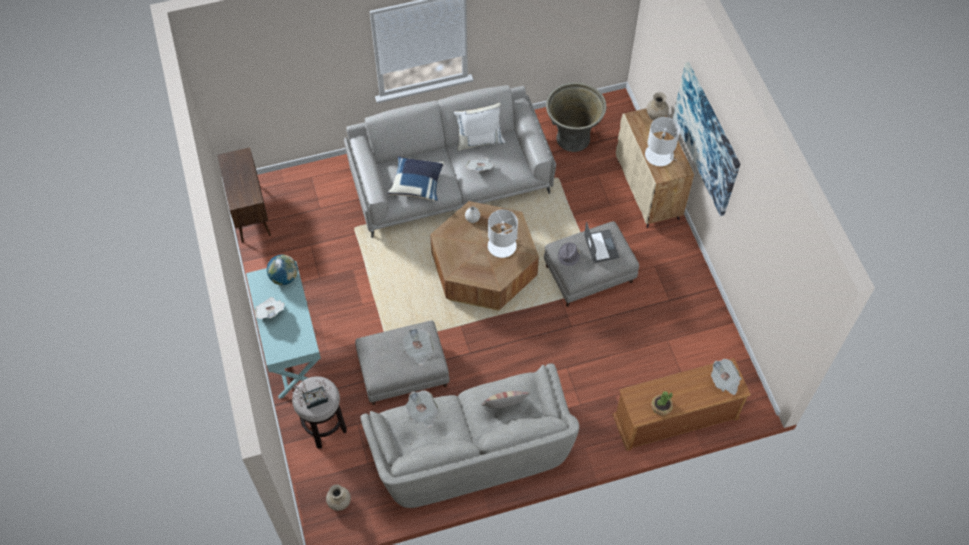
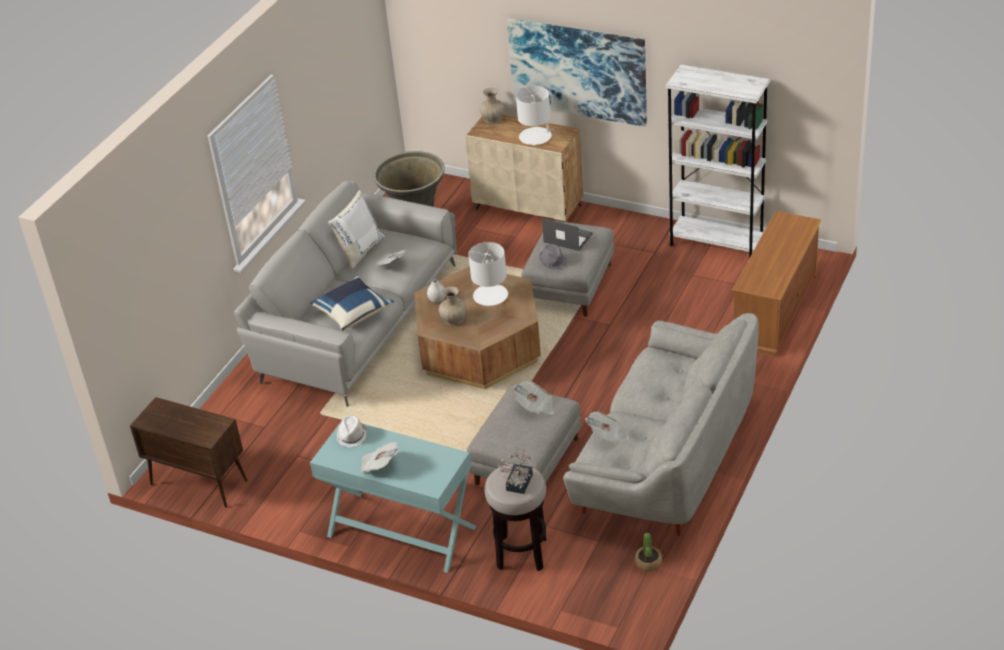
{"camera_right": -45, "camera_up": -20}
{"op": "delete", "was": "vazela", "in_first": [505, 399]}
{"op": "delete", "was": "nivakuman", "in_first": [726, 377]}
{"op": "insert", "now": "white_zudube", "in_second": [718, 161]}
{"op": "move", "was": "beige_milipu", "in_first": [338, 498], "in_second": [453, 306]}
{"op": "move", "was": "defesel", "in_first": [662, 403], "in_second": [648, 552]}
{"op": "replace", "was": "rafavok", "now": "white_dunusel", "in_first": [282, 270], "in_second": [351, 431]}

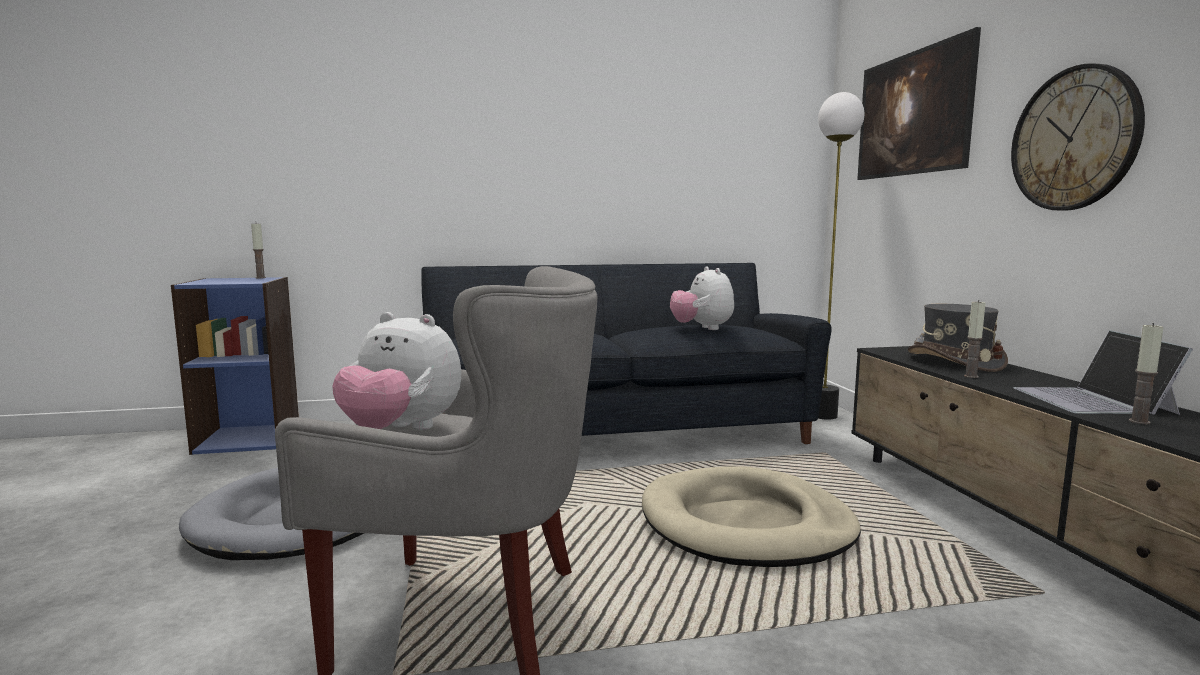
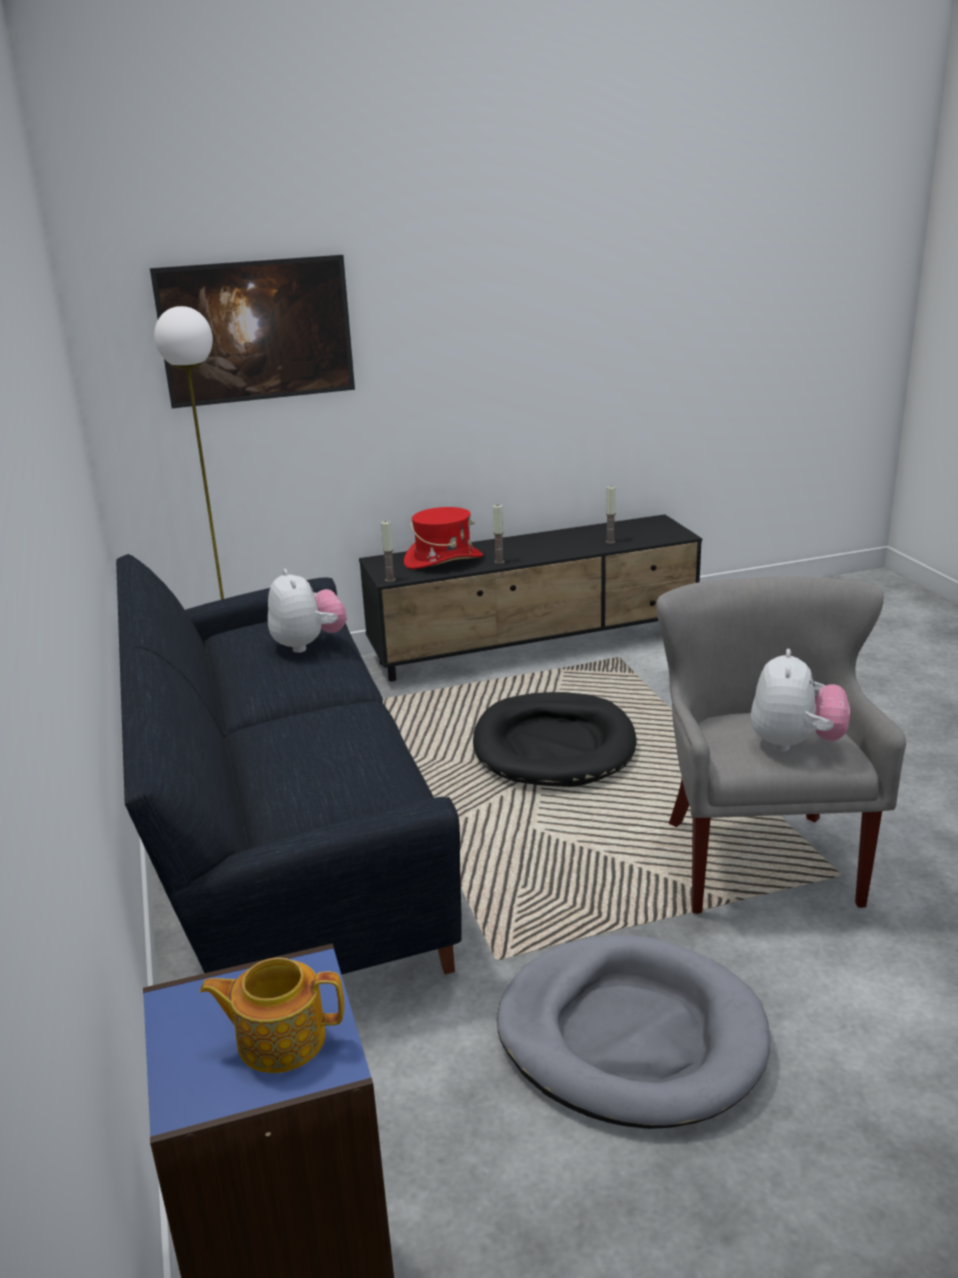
{"camera_right": -95, "camera_up": 15}
{"op": "delete", "was": "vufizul", "in_first": [1078, 137]}
{"op": "delete", "was": "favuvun", "in_first": [1103, 372]}
{"op": "insert", "now": "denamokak", "in_second": [271, 1015]}
{"op": "move", "was": "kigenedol", "in_first": [258, 251], "in_second": [388, 551]}
{"op": "recolor", "was": "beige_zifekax", "now": "black_zifekax", "in_first": [751, 517], "in_second": [555, 739]}
{"op": "recolor", "was": "grey_dunusel", "now": "red_dunusel", "in_first": [958, 338], "in_second": [443, 538]}
{"op": "rotate", "was": "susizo", "in_first": [702, 298], "in_second": [307, 611], "clockwise": -90}

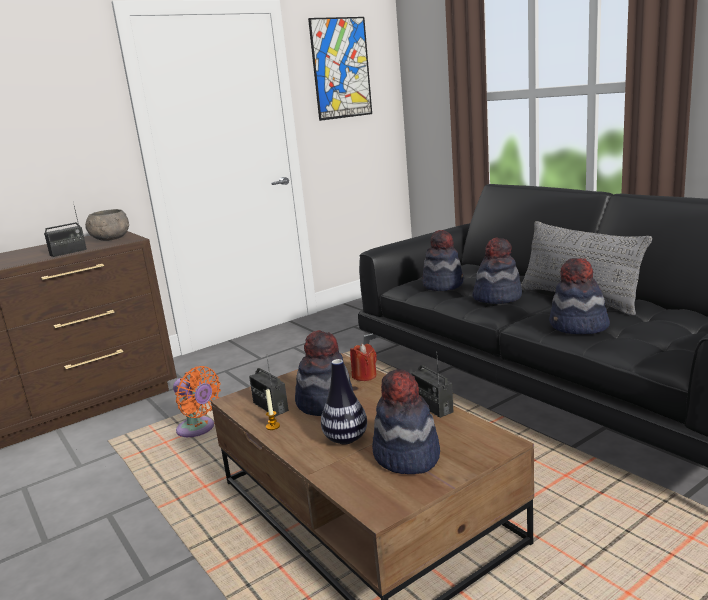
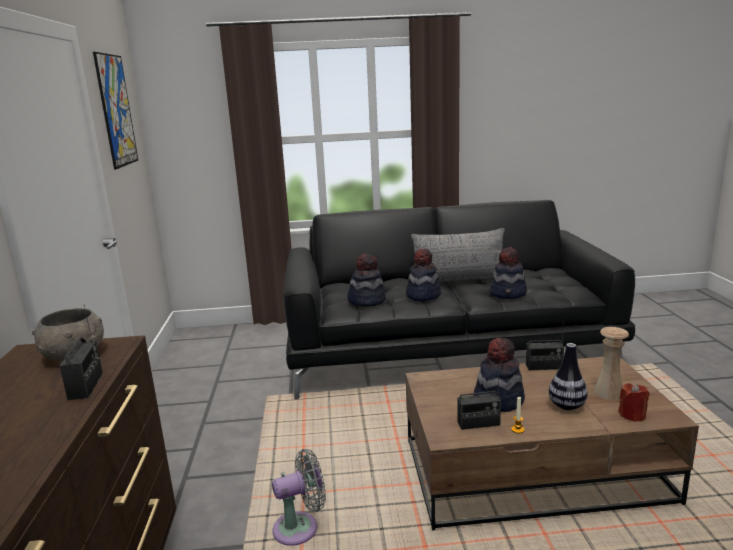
{"camera_right": -60, "camera_up": 0}
{"op": "move", "was": "red_kigenedol", "in_first": [363, 362], "in_second": [634, 402]}
{"op": "replace", "was": "dunusel", "now": "beige_milipu", "in_first": [406, 421], "in_second": [611, 363]}
{"op": "recolor", "was": "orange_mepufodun", "now": "grey_mepufodun", "in_first": [197, 401], "in_second": [299, 497]}

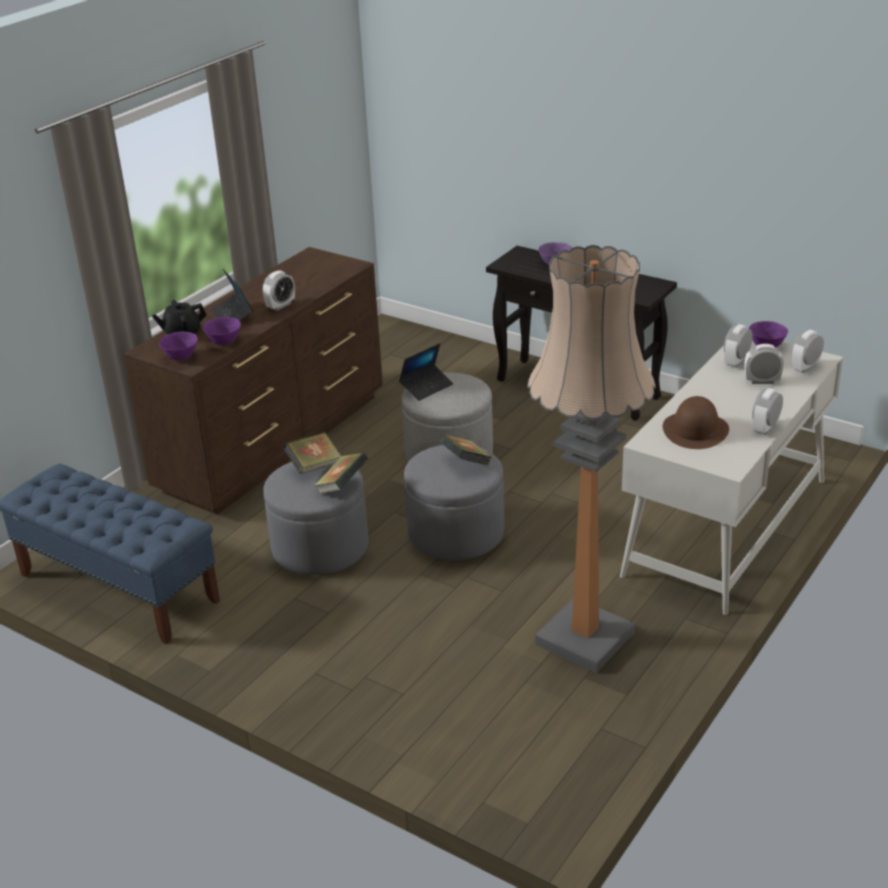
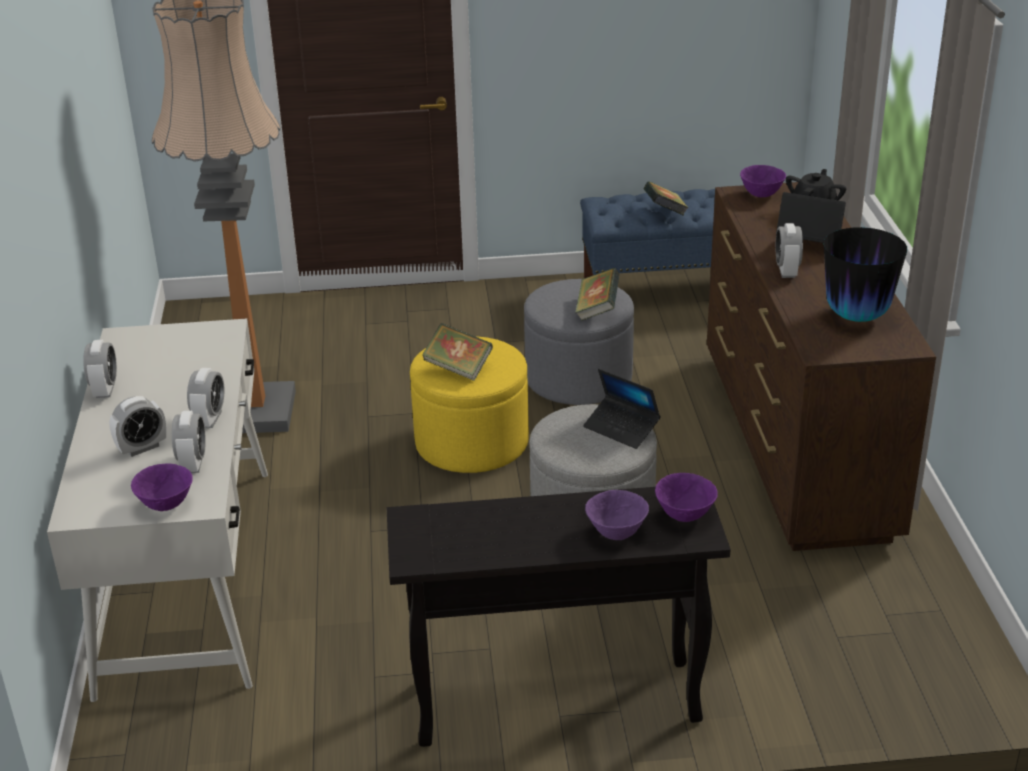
{"camera_right": 140, "camera_up": 0}
{"op": "delete", "was": "brown_dunusel", "in_first": [696, 422]}
{"op": "insert", "now": "milipu", "in_second": [865, 274]}
{"op": "move", "was": "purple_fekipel", "in_first": [222, 331], "in_second": [686, 497]}
{"op": "move", "was": "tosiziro", "in_first": [341, 473], "in_second": [666, 198]}
{"op": "move", "was": "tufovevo", "in_first": [807, 351], "in_second": [205, 398]}
{"op": "recolor", "was": "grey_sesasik", "now": "yellow_sesasik", "in_first": [454, 502], "in_second": [469, 404]}
{"op": "rotate", "was": "favuvun", "in_first": [426, 372], "in_second": [622, 409], "clockwise": -60}

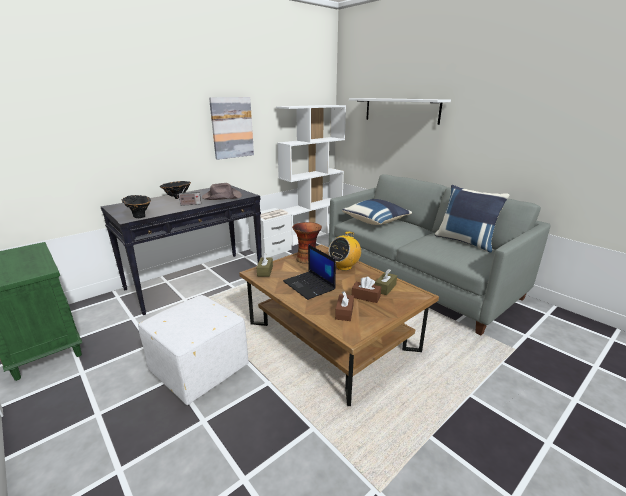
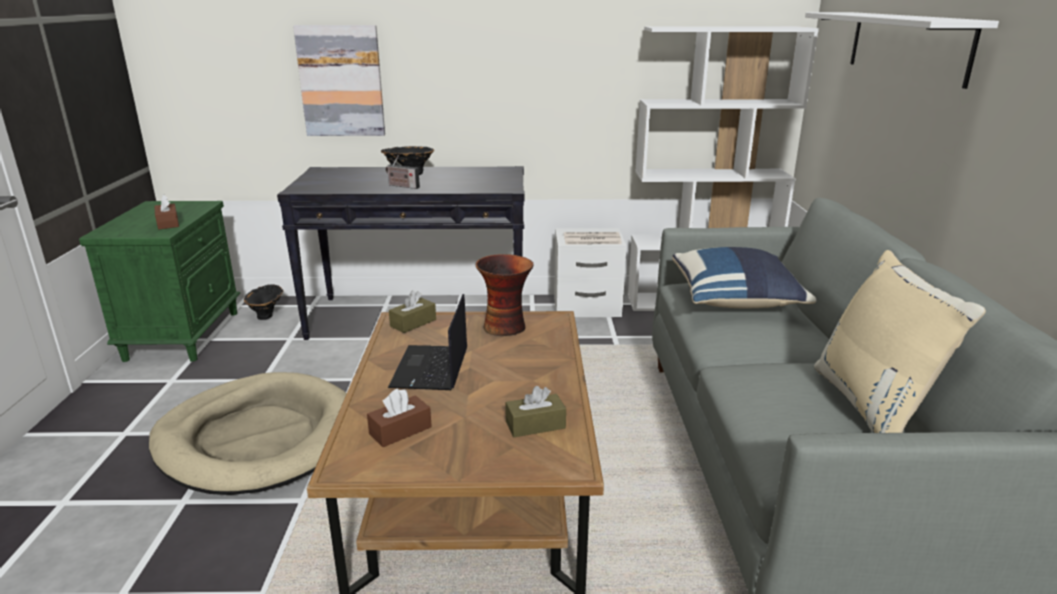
{"camera_right": 40, "camera_up": 0}
{"op": "delete", "was": "brown_dunusel", "in_first": [222, 191]}
{"op": "delete", "was": "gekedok", "in_first": [345, 251]}
{"op": "move", "was": "black_milipu", "in_first": [136, 206], "in_second": [264, 302]}
{"op": "move", "was": "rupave", "in_first": [231, 128], "in_second": [339, 80]}
{"op": "move", "was": "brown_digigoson", "in_first": [366, 290], "in_second": [166, 211]}
{"op": "replace", "was": "white_sesasik", "now": "beige_zifekax", "in_first": [193, 350], "in_second": [248, 433]}
{"op": "recolor", "was": "blue_vazela", "now": "beige_vazela", "in_first": [472, 219], "in_second": [900, 341]}

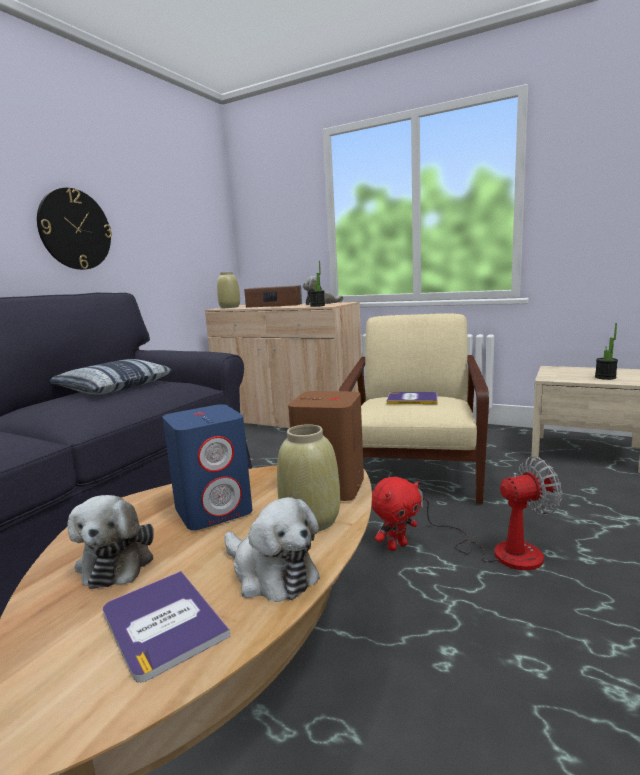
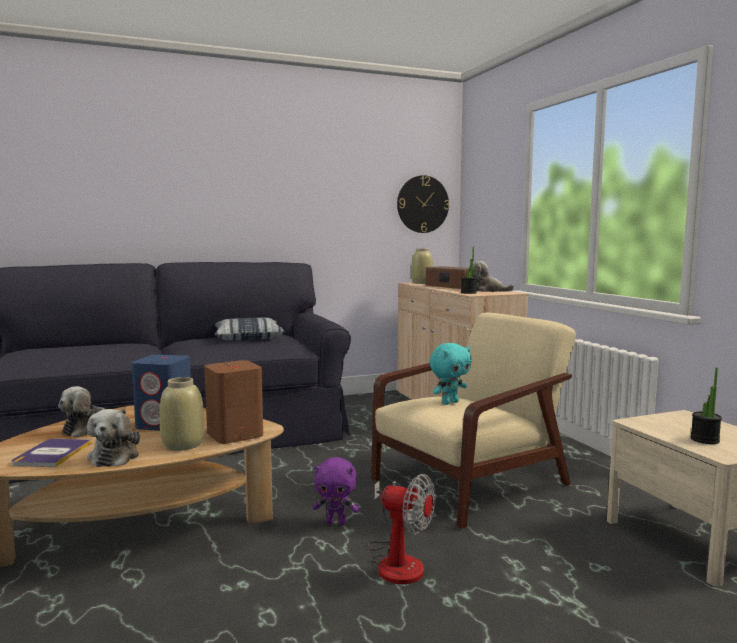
{"camera_right": 40, "camera_up": -5}
{"op": "move", "was": "vufizul", "in_first": [74, 229], "in_second": [423, 204]}
{"op": "replace", "was": "tosiziro", "now": "turquoise_susizo", "in_first": [412, 398], "in_second": [450, 374]}
{"op": "recolor", "was": "red_susizo", "now": "purple_susizo", "in_first": [397, 514], "in_second": [336, 491]}

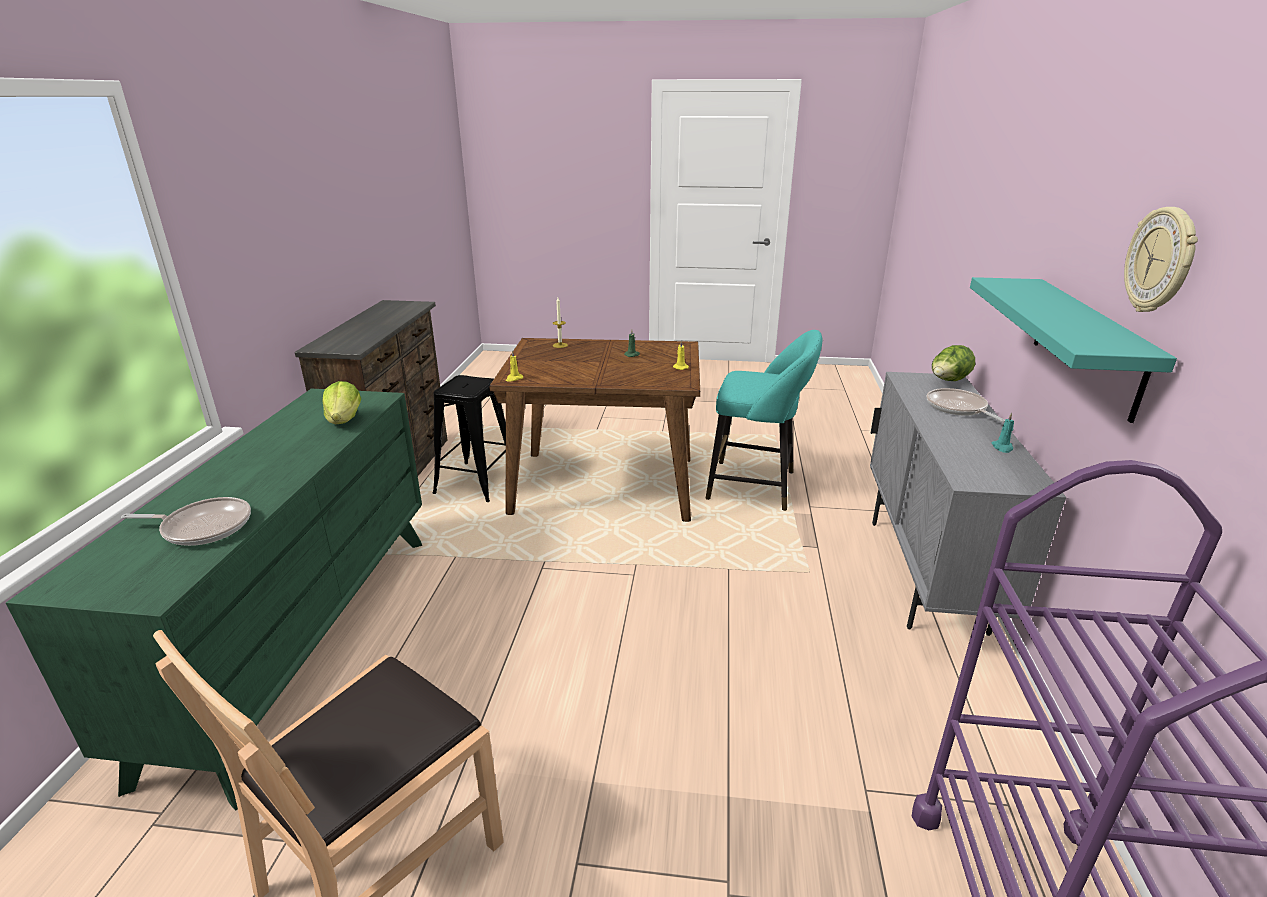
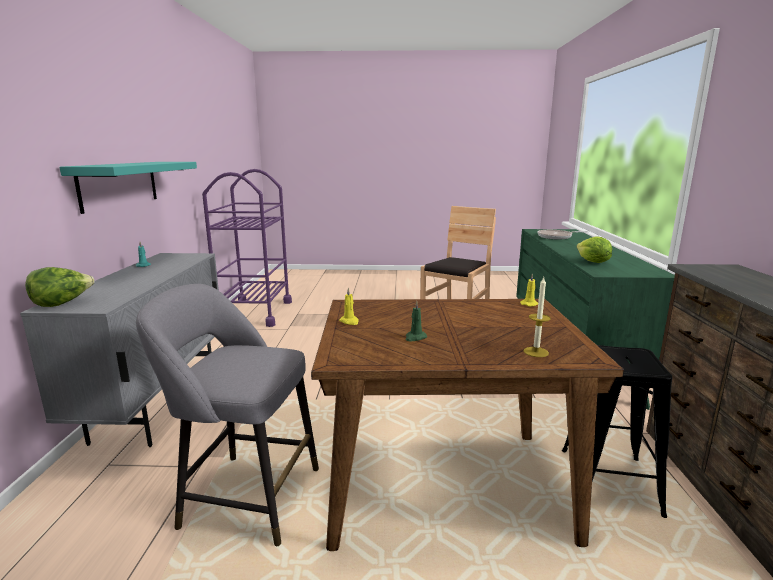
{"camera_right": 175, "camera_up": -10}
{"op": "delete", "was": "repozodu", "in_first": [966, 405]}
{"op": "delete", "was": "vufizul", "in_first": [1161, 259]}
{"op": "recolor", "was": "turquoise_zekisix", "now": "grey_zekisix", "in_first": [764, 420], "in_second": [227, 415]}

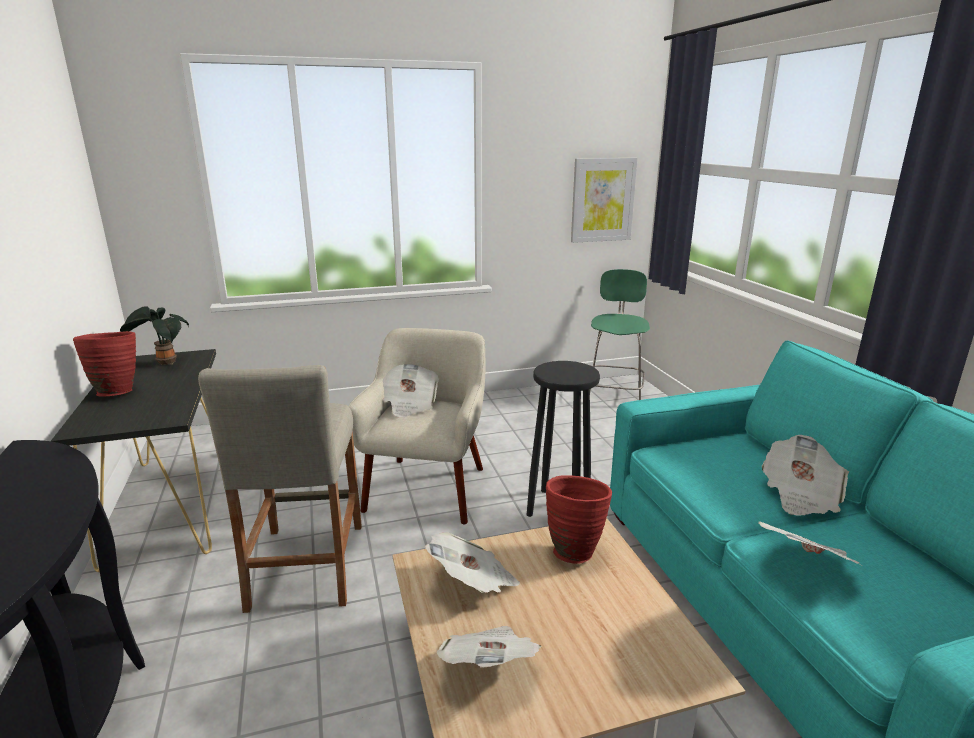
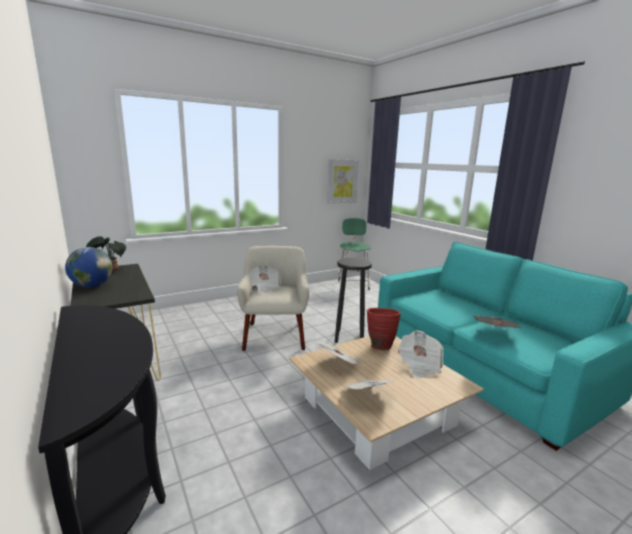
{"camera_right": -15, "camera_up": -5}
{"op": "delete", "was": "beige_zekisix", "in_first": [280, 489]}
{"op": "move", "was": "nivakuman", "in_first": [805, 475], "in_second": [421, 354]}
{"op": "replace", "was": "red_milipu", "now": "rafavok", "in_first": [104, 364], "in_second": [89, 267]}

